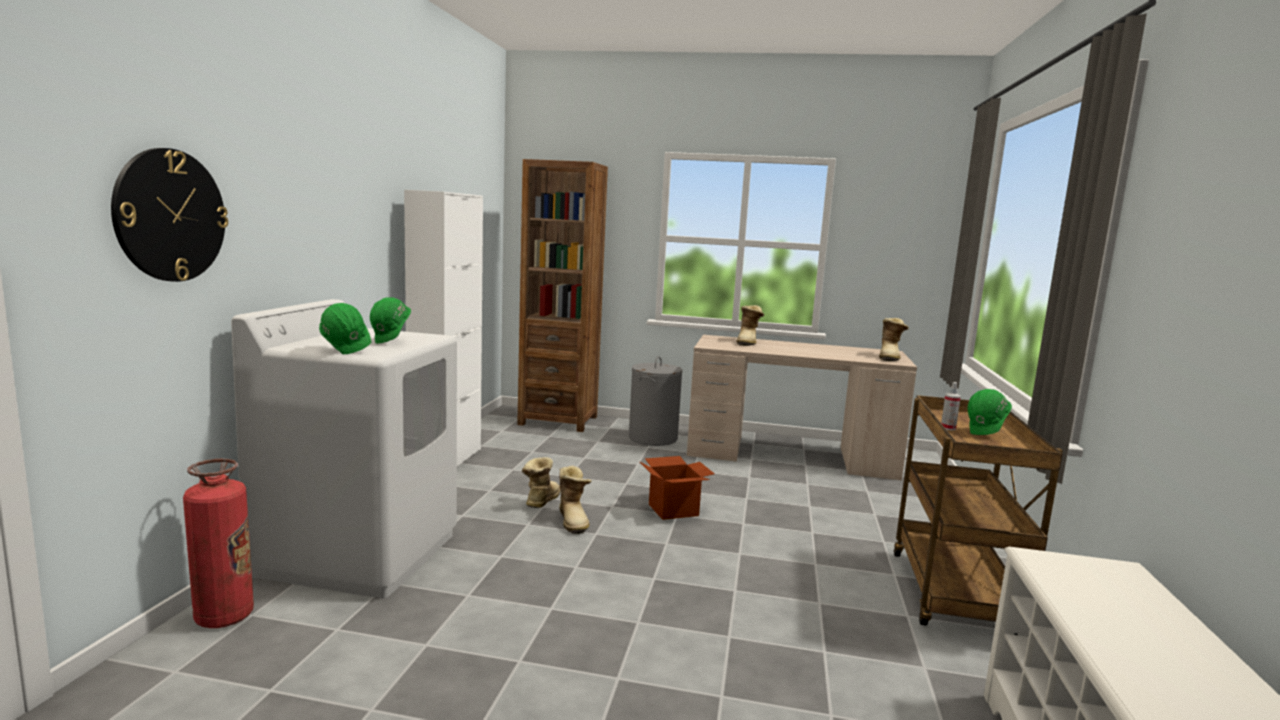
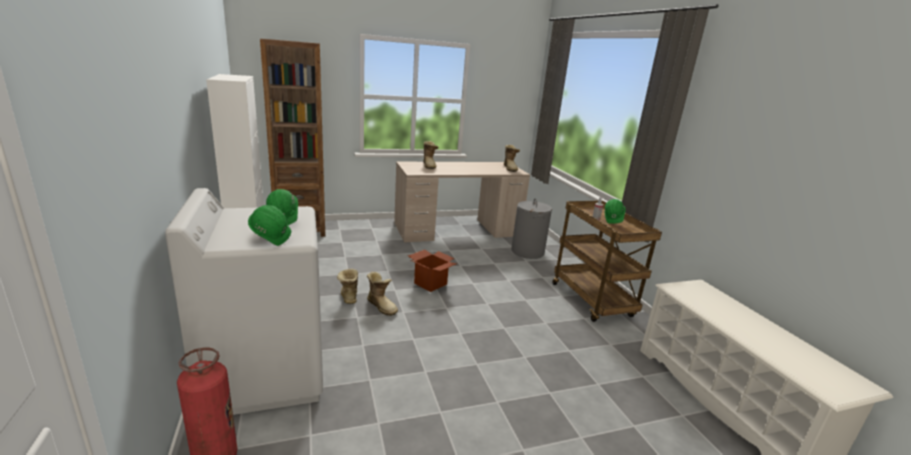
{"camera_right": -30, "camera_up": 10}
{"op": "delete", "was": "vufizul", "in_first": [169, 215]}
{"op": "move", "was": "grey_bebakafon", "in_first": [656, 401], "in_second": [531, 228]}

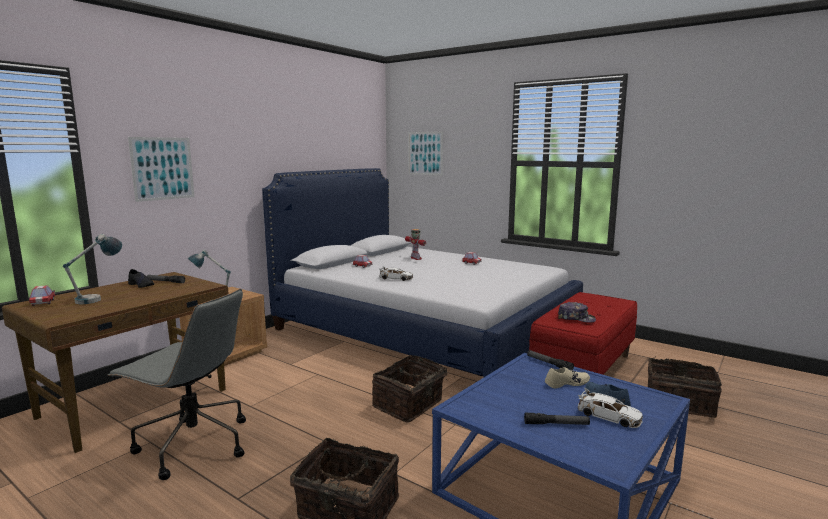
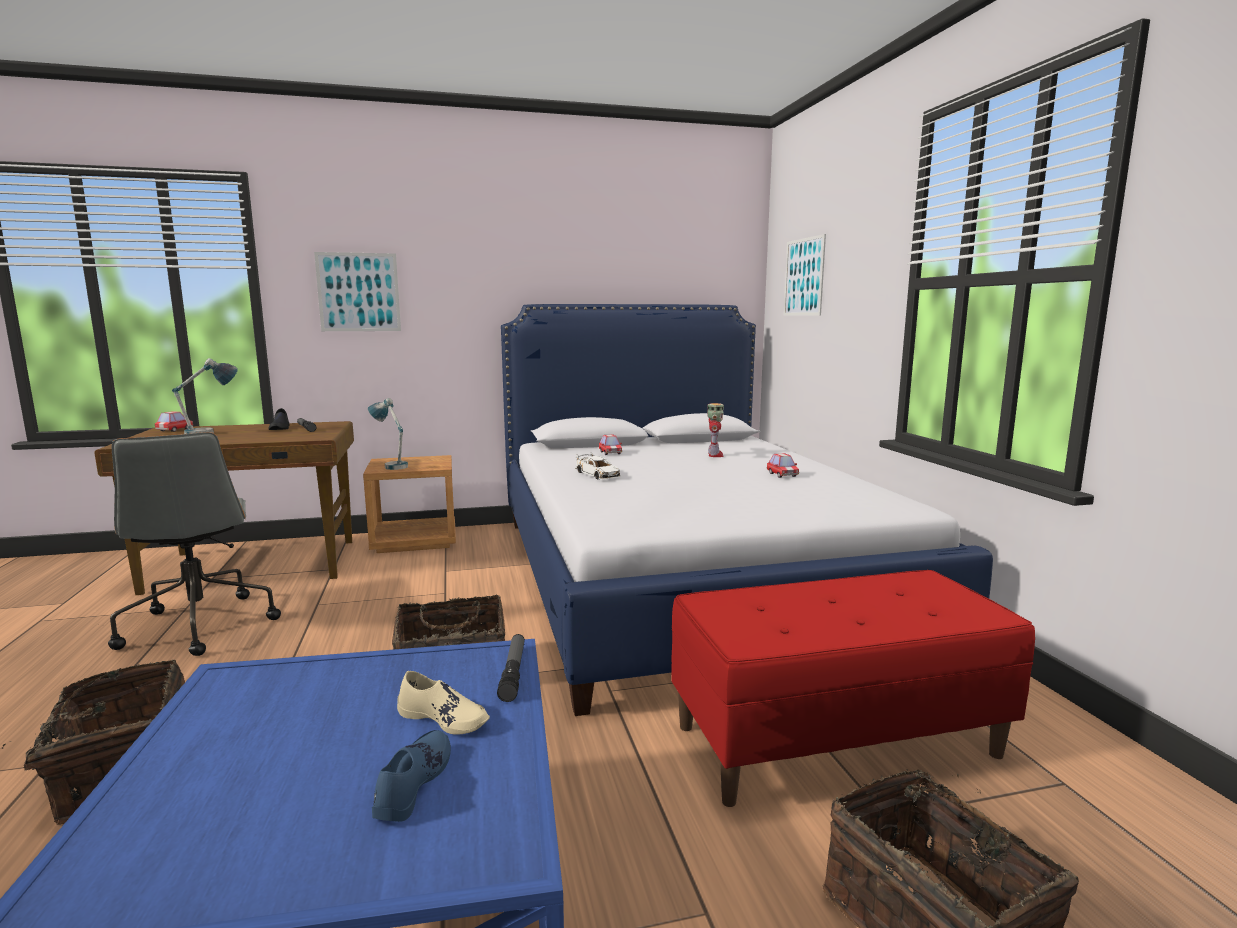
{"camera_right": 40, "camera_up": 0}
{"op": "delete", "was": "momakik", "in_first": [557, 418]}
{"op": "delete", "was": "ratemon", "in_first": [577, 312]}
{"op": "delete", "was": "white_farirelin", "in_first": [610, 408]}

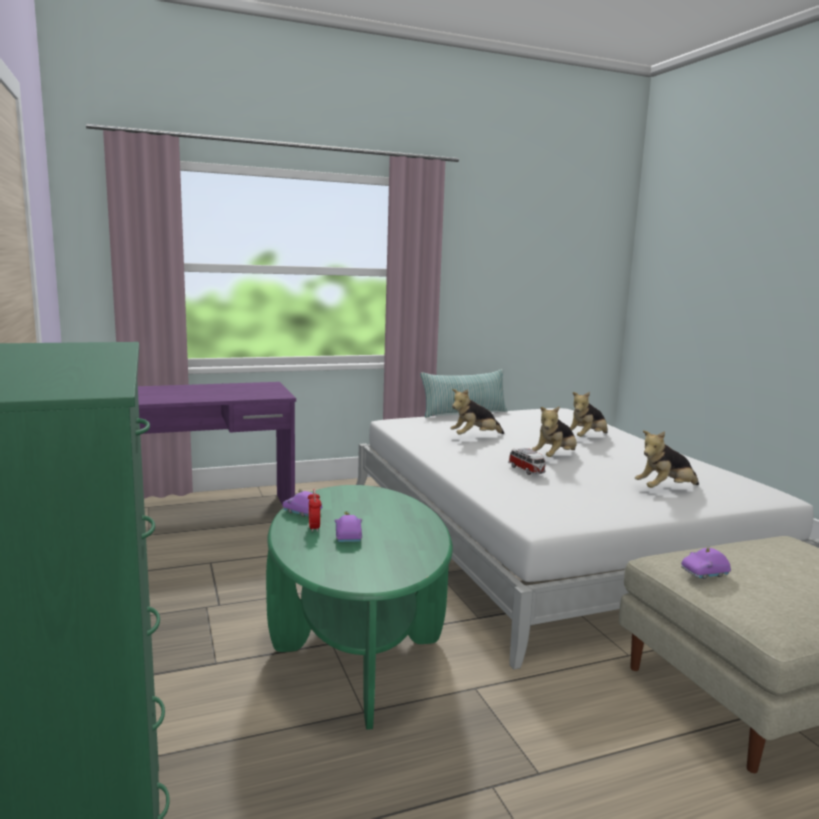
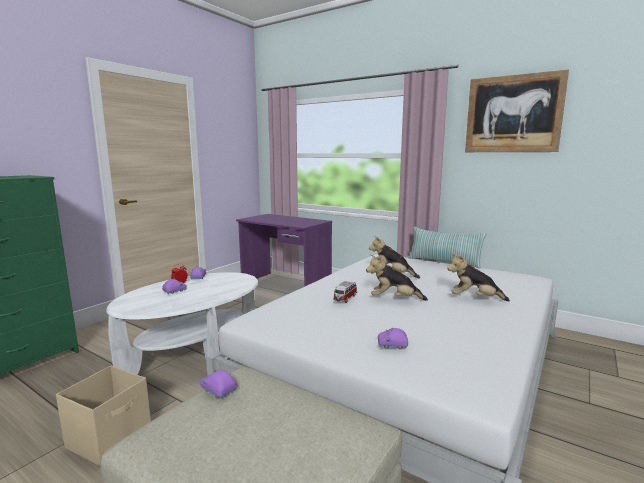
{"camera_right": 55, "camera_up": 0}
{"op": "insert", "now": "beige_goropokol", "in_second": [103, 416]}
{"op": "insert", "now": "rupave", "in_second": [517, 110]}
{"op": "replace", "was": "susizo", "now": "purple_farirelin", "in_first": [667, 459], "in_second": [393, 338]}
{"op": "recolor", "was": "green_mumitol", "now": "white_mumitol", "in_first": [359, 607], "in_second": [182, 323]}

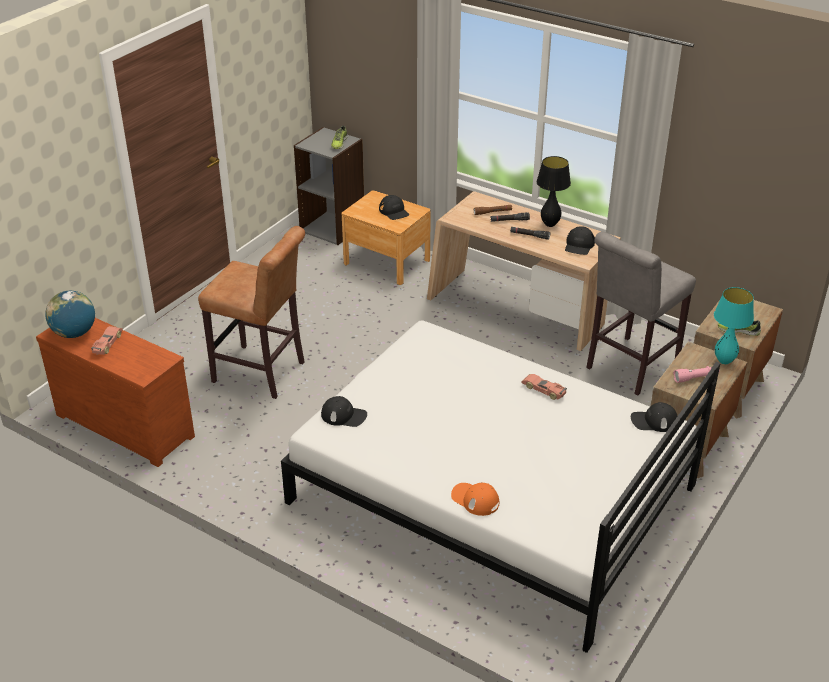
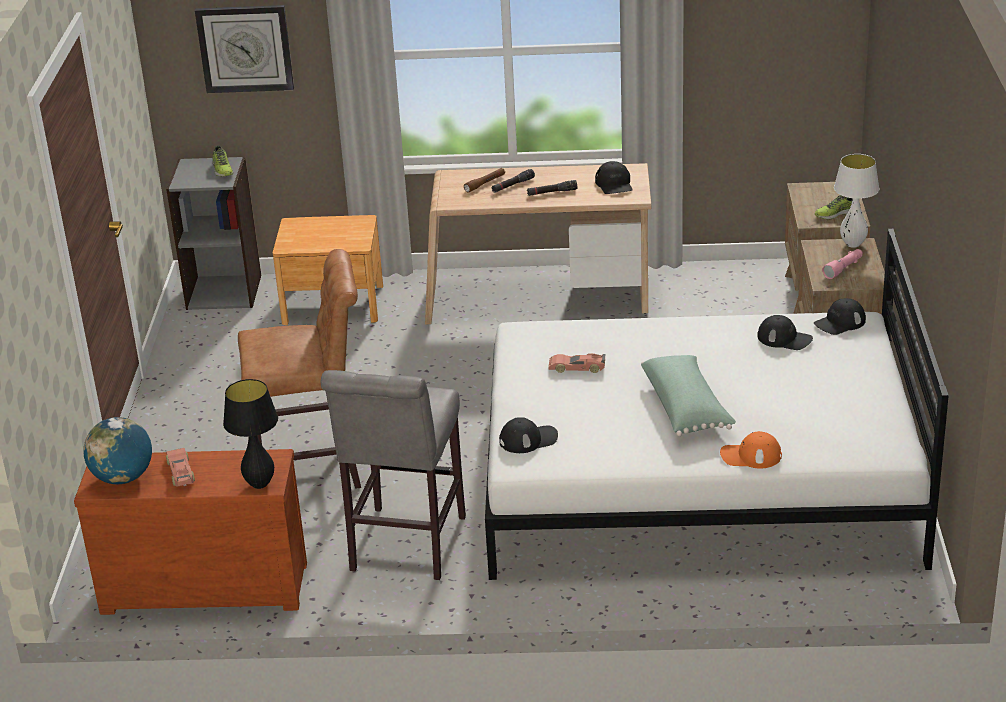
{"camera_right": -30, "camera_up": -5}
{"op": "insert", "now": "vufizul", "in_second": [244, 49]}
{"op": "insert", "now": "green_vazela", "in_second": [688, 395]}
{"op": "move", "was": "black_ratemon", "in_first": [394, 207], "in_second": [785, 332]}
{"op": "move", "was": "farirelin", "in_first": [544, 387], "in_second": [577, 363]}
{"op": "move", "was": "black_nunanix", "in_first": [554, 191], "in_second": [250, 434]}
{"op": "move", "was": "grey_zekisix", "in_first": [641, 313], "in_second": [393, 475]}
{"op": "recolor", "was": "turquoise_nunanix", "now": "white_nunanix", "in_first": [734, 325], "in_second": [857, 201]}

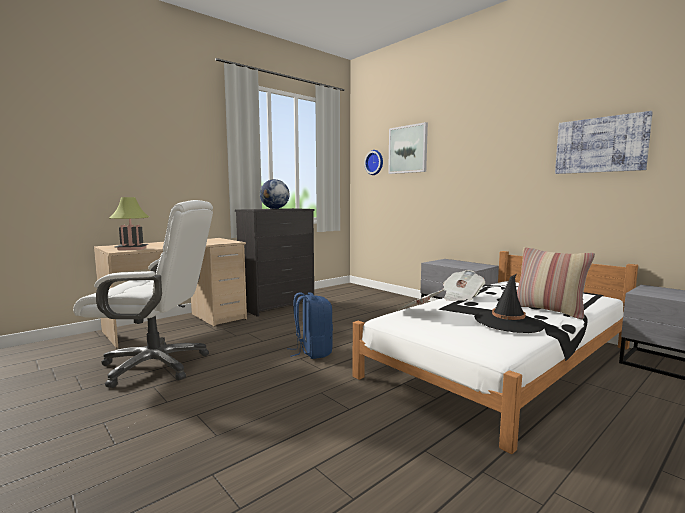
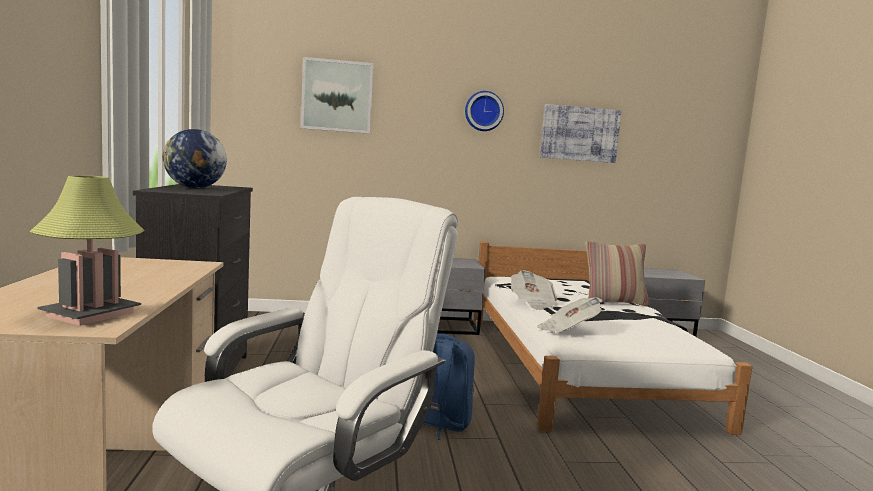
{"camera_right": -55, "camera_up": 0}
{"op": "delete", "was": "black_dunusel", "in_first": [509, 303]}
{"op": "move", "was": "vufizul", "in_first": [373, 162], "in_second": [484, 111]}

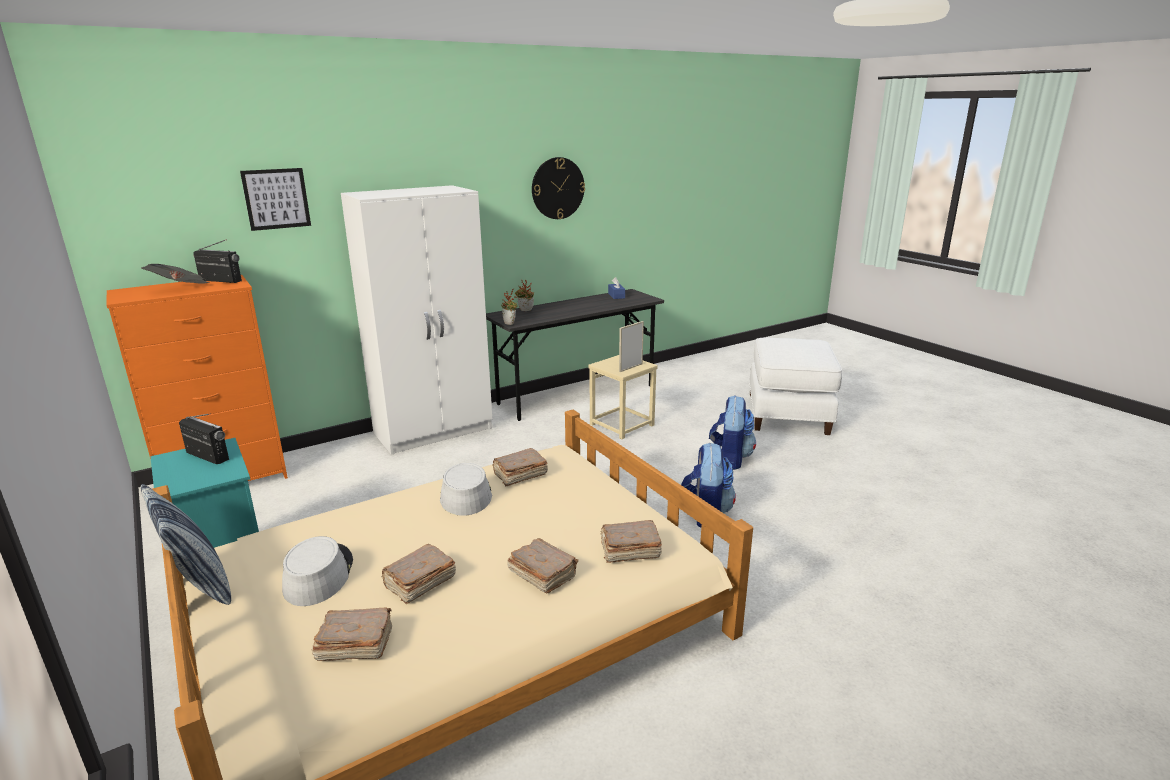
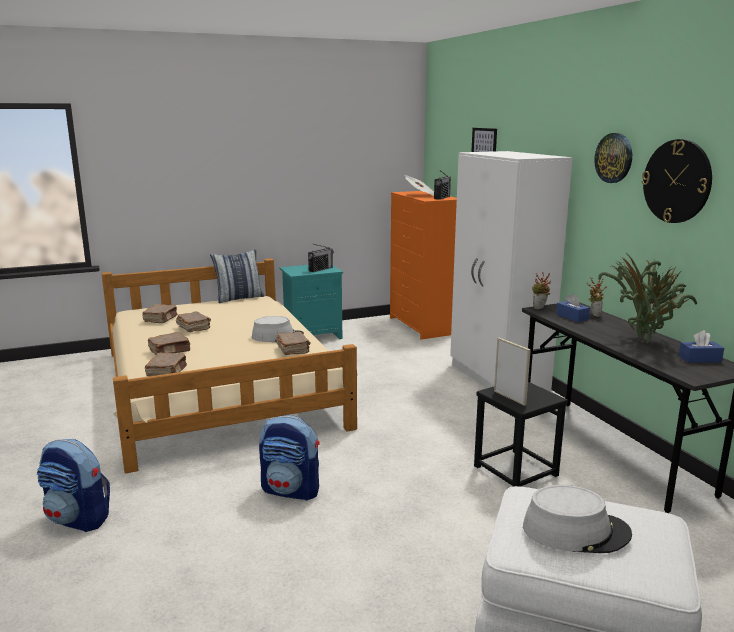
{"camera_right": 100, "camera_up": -5}
{"op": "insert", "now": "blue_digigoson", "in_second": [573, 307]}
{"op": "insert", "now": "vufizul", "in_second": [613, 158]}
{"op": "insert", "now": "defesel", "in_second": [647, 300]}
{"op": "move", "was": "grey_dunusel", "in_first": [317, 571], "in_second": [577, 519]}
{"op": "move", "was": "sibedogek", "in_first": [732, 433], "in_second": [73, 485]}
{"op": "recolor", "was": "beige_zekisix", "now": "black_zekisix", "in_first": [623, 397], "in_second": [521, 434]}

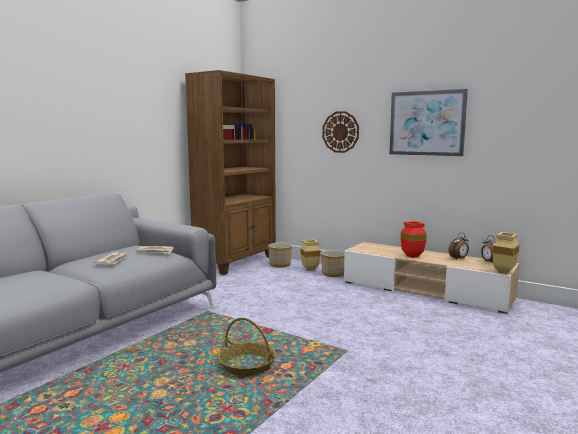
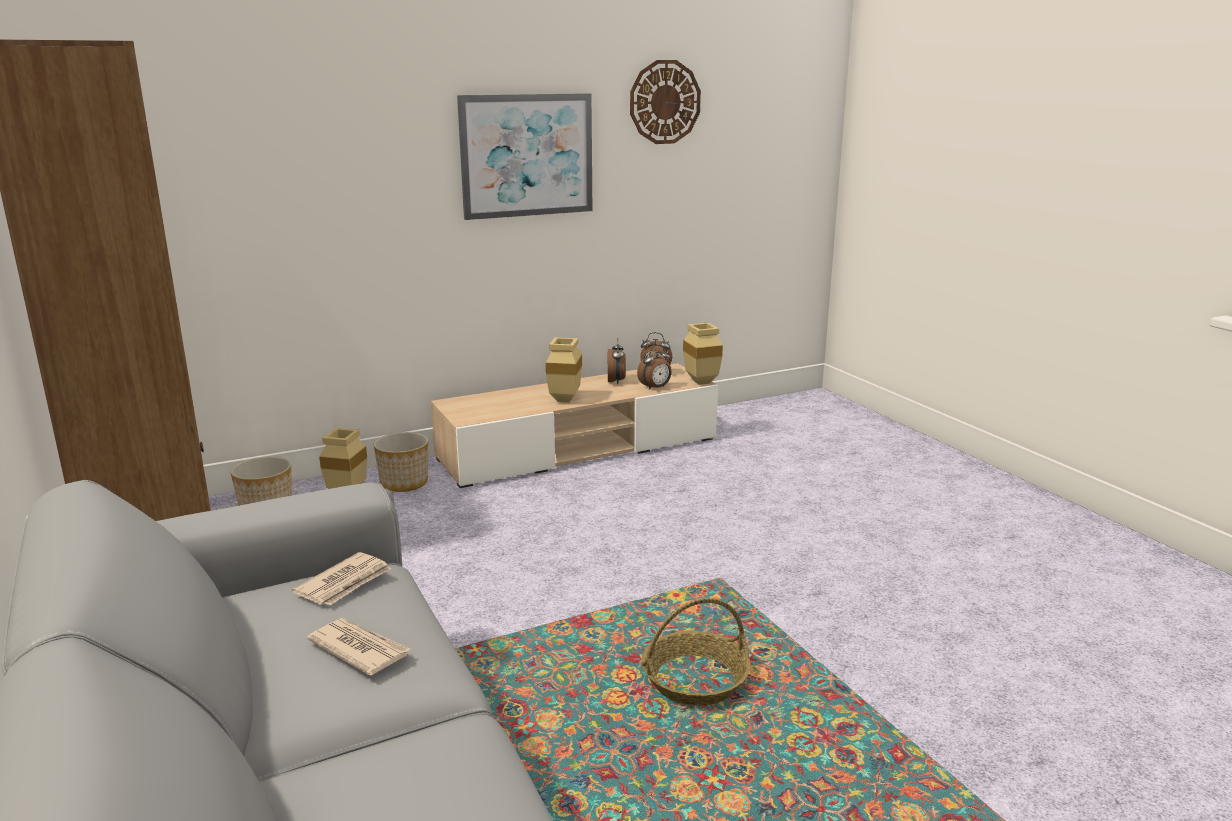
{"camera_right": -60, "camera_up": 10}
{"op": "insert", "now": "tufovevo", "in_second": [654, 367]}
{"op": "move", "was": "vufizul", "in_first": [340, 132], "in_second": [665, 102]}
{"op": "recolor", "was": "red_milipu", "now": "beige_milipu", "in_first": [414, 239], "in_second": [564, 369]}

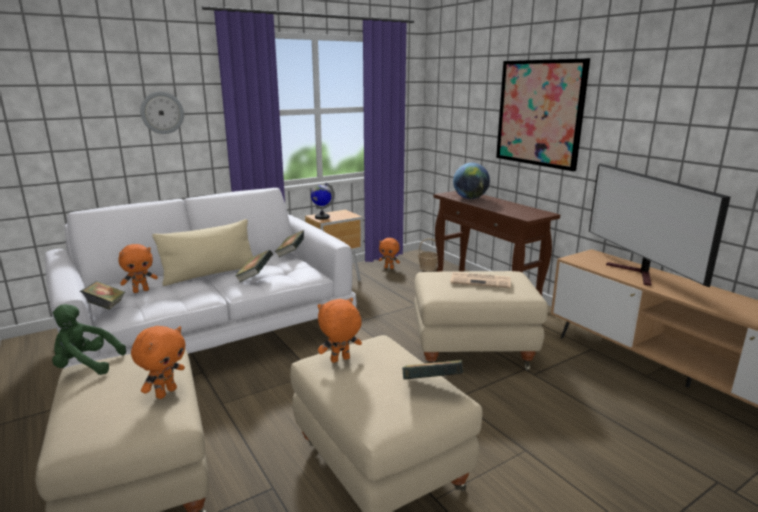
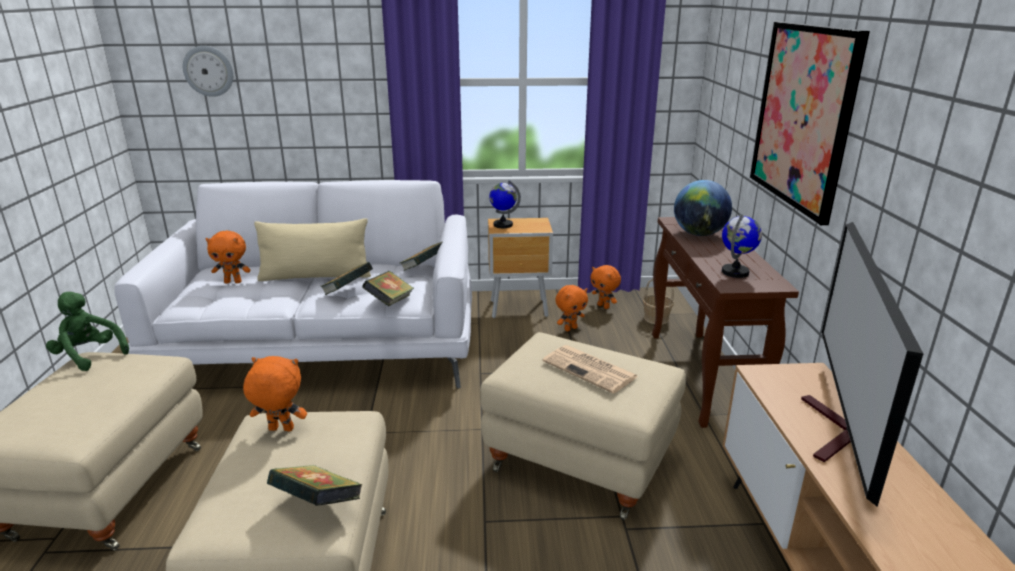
{"camera_right": 30, "camera_up": 5}
{"op": "insert", "now": "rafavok", "in_second": [742, 246]}
{"op": "move", "was": "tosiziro", "in_first": [102, 295], "in_second": [388, 288]}
{"op": "move", "was": "orange_susizo", "in_first": [158, 362], "in_second": [571, 308]}
{"op": "move", "was": "vufizul", "in_first": [162, 112], "in_second": [208, 71]}

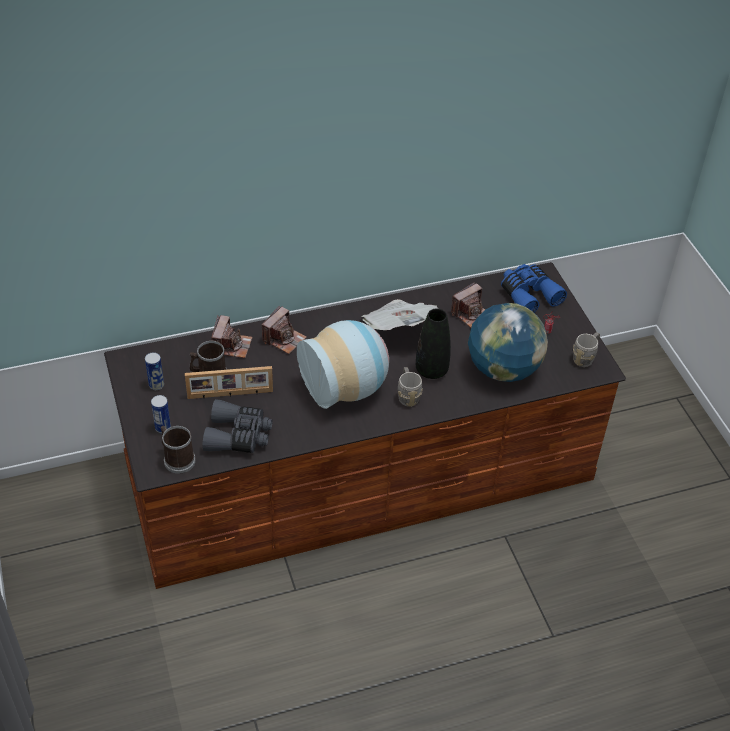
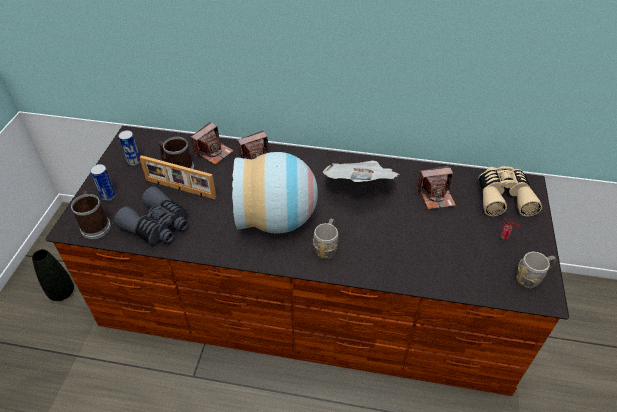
{"camera_right": 30, "camera_up": 0}
{"op": "delete", "was": "rafavok", "in_first": [508, 342]}
{"op": "move", "was": "black_milipu", "in_first": [433, 343], "in_second": [53, 275]}
{"op": "recolor", "was": "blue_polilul", "now": "beige_polilul", "in_first": [534, 288], "in_second": [510, 191]}

